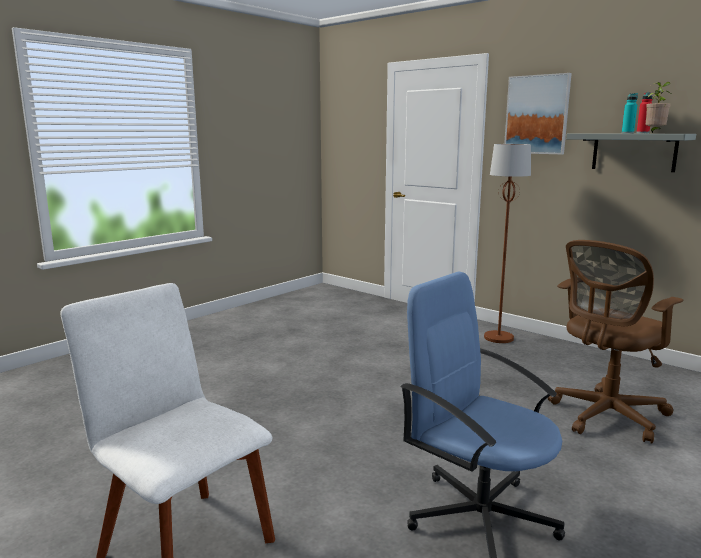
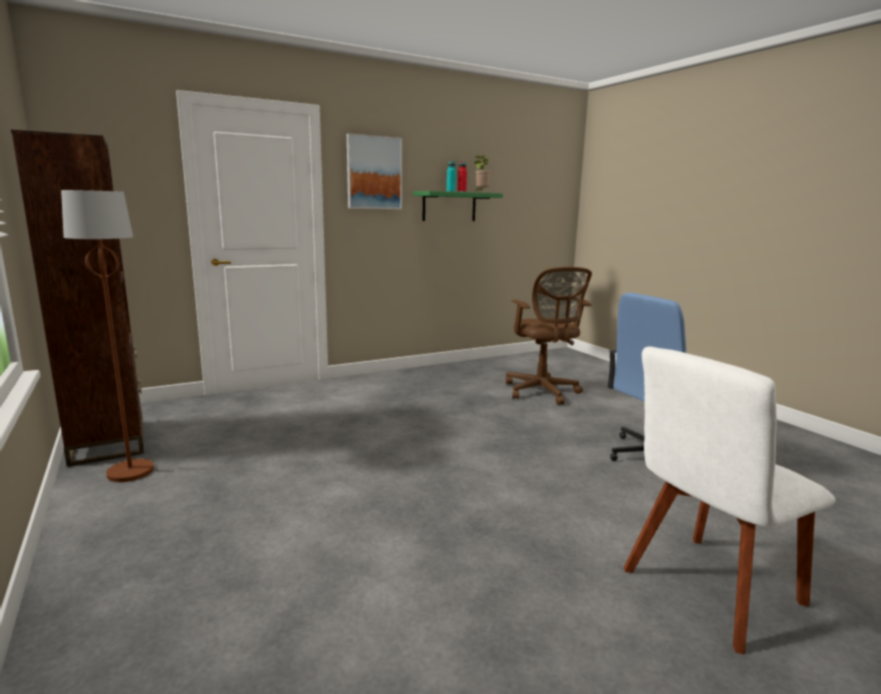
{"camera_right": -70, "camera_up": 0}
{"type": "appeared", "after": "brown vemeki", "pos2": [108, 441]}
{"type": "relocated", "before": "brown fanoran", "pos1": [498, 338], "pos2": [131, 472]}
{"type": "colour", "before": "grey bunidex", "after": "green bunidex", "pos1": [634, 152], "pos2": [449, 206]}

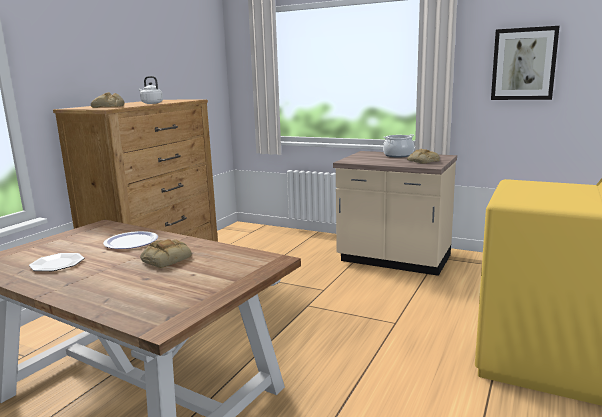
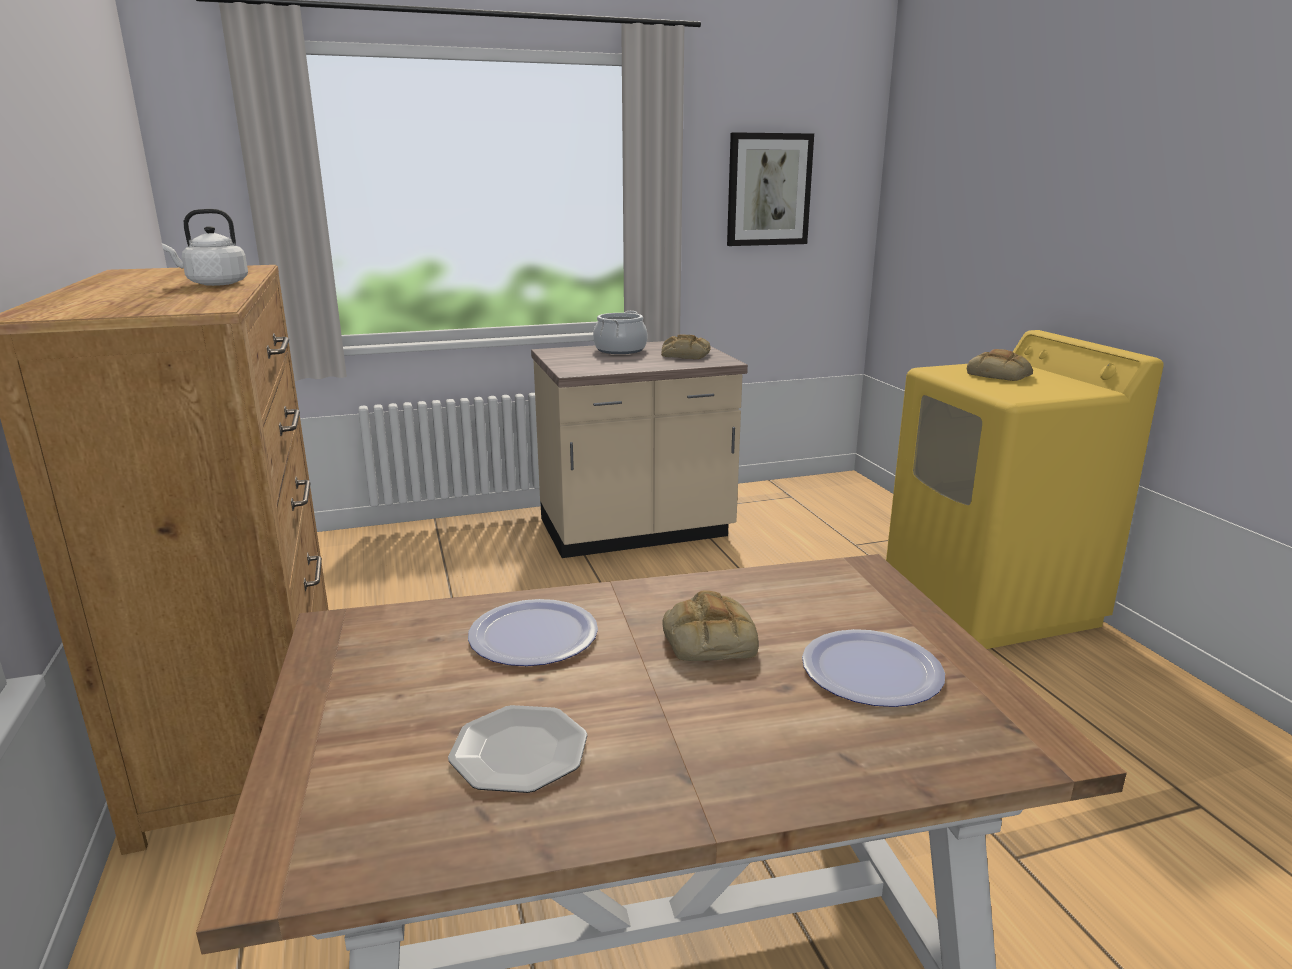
{"camera_right": -45, "camera_up": 5}
{"type": "appeared", "after": "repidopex", "pos2": [871, 670]}
{"type": "relocated", "before": "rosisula", "pos1": [108, 107], "pos2": [1000, 375]}

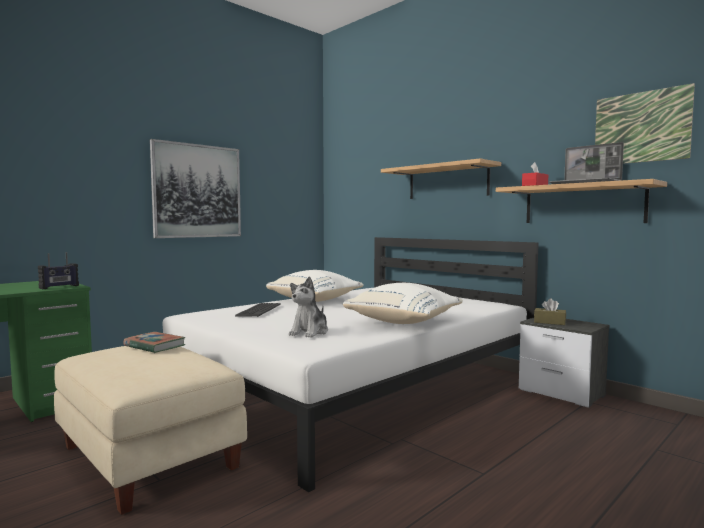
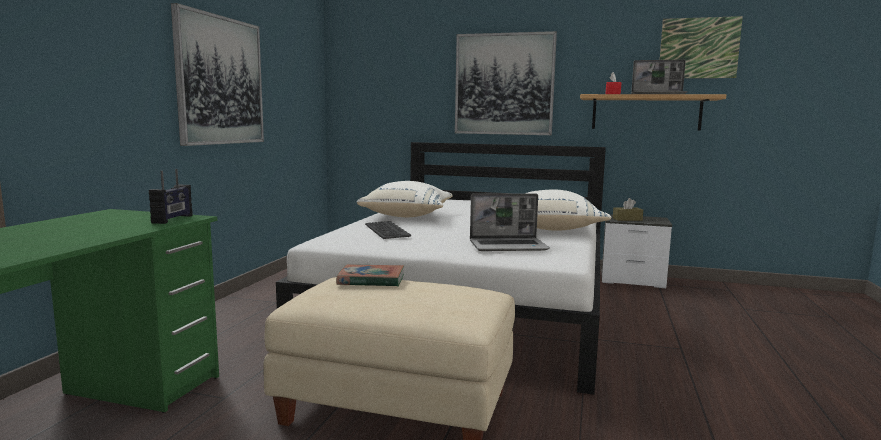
{"camera_right": -30, "camera_up": 5}
{"type": "exchanged", "before": "bunidex", "after": "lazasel", "pos1": [447, 182], "pos2": [504, 84]}
{"type": "exchanged", "before": "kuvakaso", "after": "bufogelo", "pos1": [310, 332], "pos2": [509, 246]}

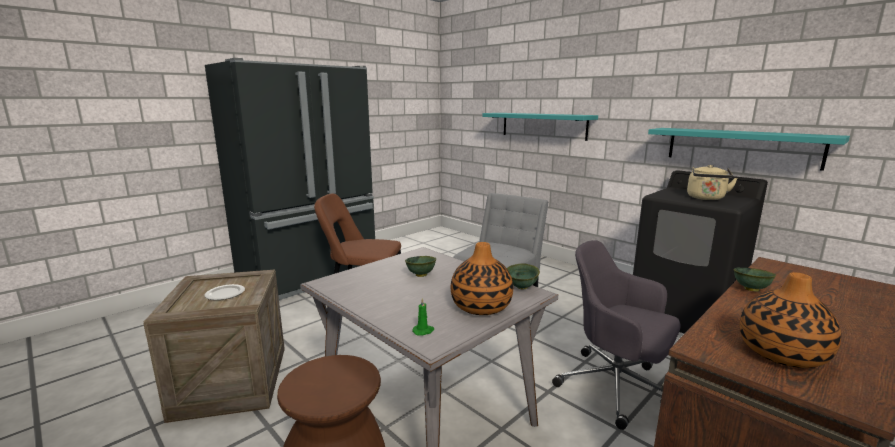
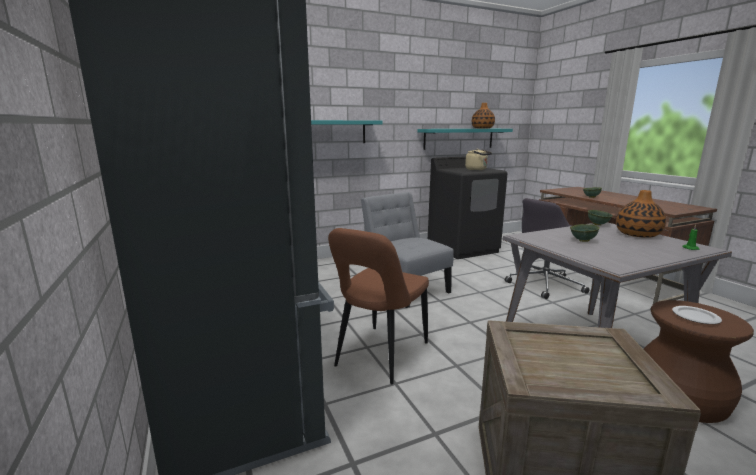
{"camera_right": -70, "camera_up": 0}
{"type": "relocated", "before": "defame", "pos1": [781, 353], "pos2": [482, 128]}
{"type": "relocated", "before": "repidopex", "pos1": [225, 293], "pos2": [694, 316]}

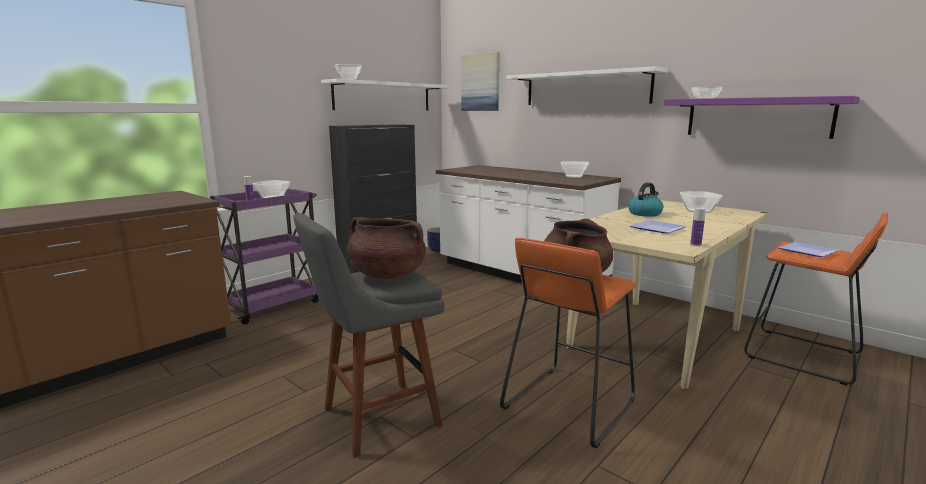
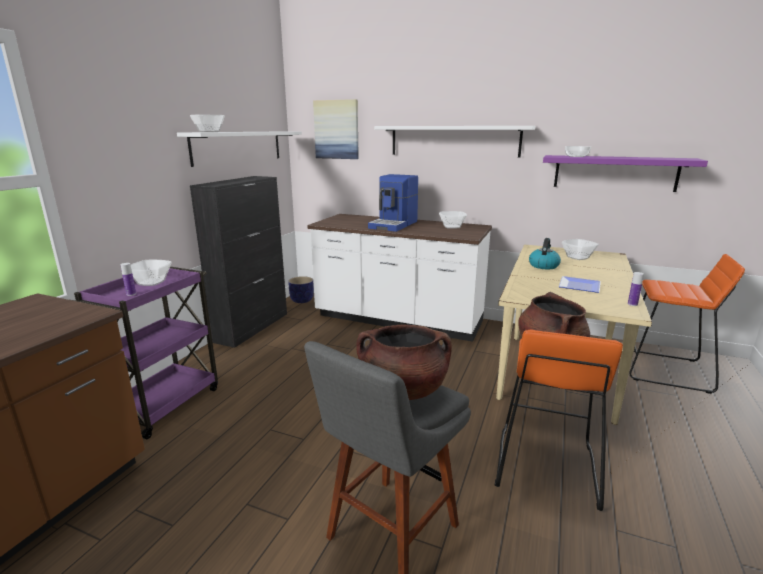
{"camera_right": -20, "camera_up": 5}
{"type": "appeared", "after": "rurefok", "pos2": [394, 225]}
{"type": "missing", "before": "repidopex", "pos1": [808, 252]}

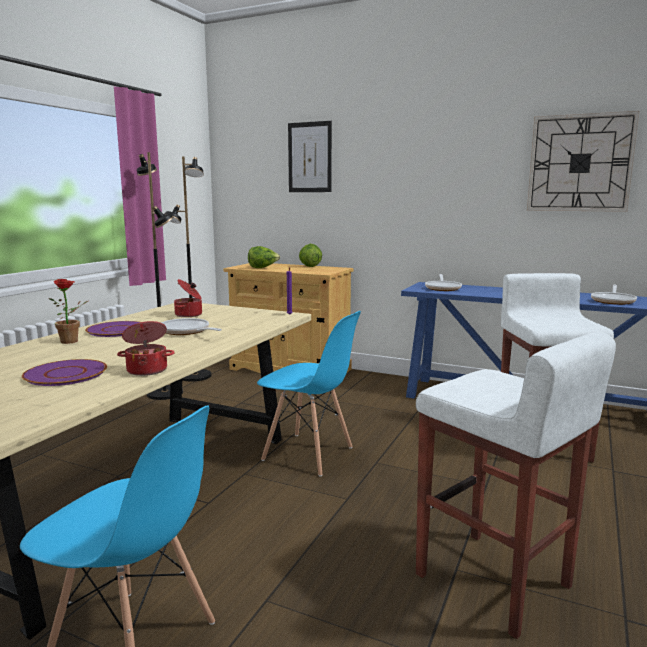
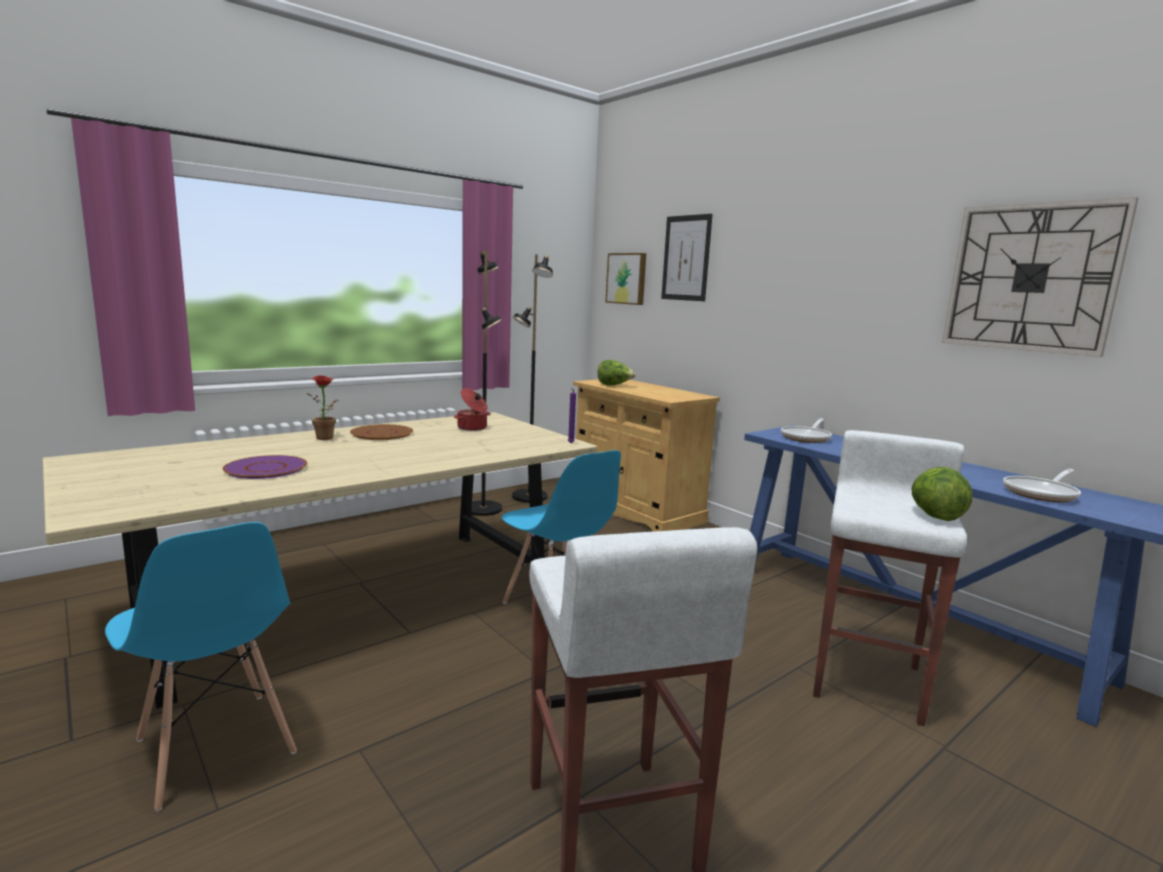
{"camera_right": 25, "camera_up": 0}
{"type": "colour", "before": "purple repidopex", "after": "brown repidopex", "pos1": [117, 330], "pos2": [382, 433]}
{"type": "appeared", "after": "lazasel", "pos2": [627, 278]}
{"type": "relocated", "before": "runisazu", "pos1": [309, 266], "pos2": [935, 516]}
{"type": "missing", "before": "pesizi", "pos1": [147, 370]}
{"type": "missing", "before": "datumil", "pos1": [186, 331]}

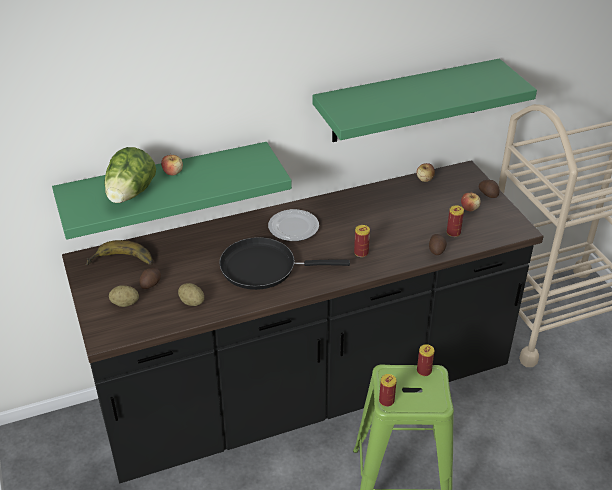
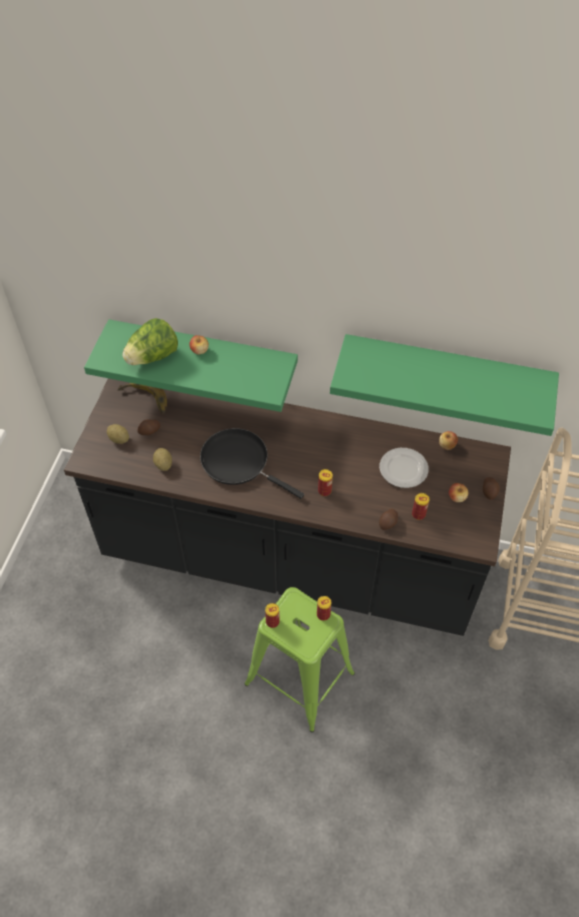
{"camera_right": 35, "camera_up": 15}
{"type": "relocated", "before": "repidopex", "pos1": [293, 228], "pos2": [403, 469]}

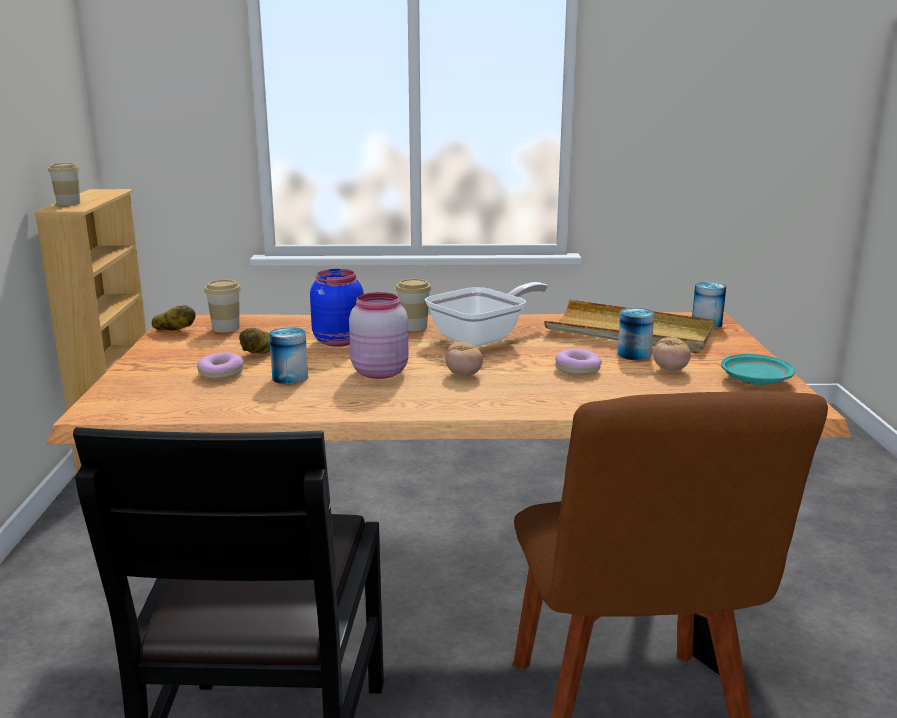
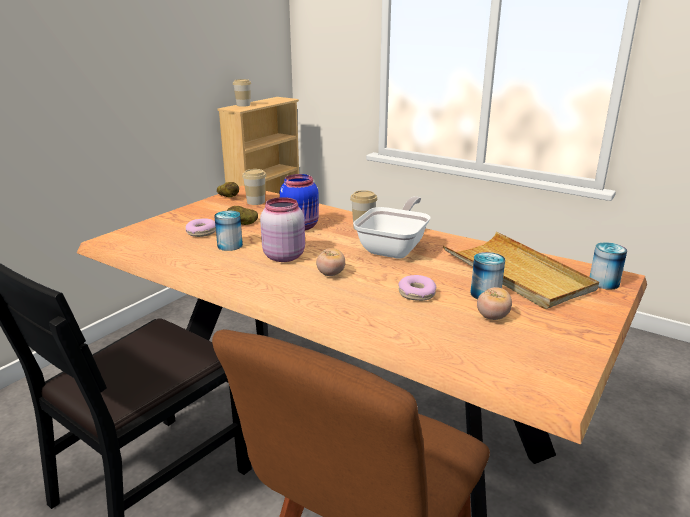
{"camera_right": 35, "camera_up": 5}
{"type": "spun", "before": "datumil", "pos1": [483, 338], "pos2": [395, 248], "turn": -60}
{"type": "missing", "before": "turquoise repidopex", "pos1": [755, 380]}

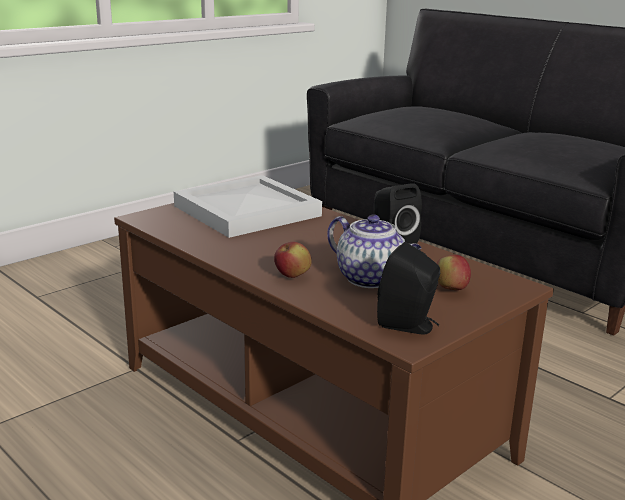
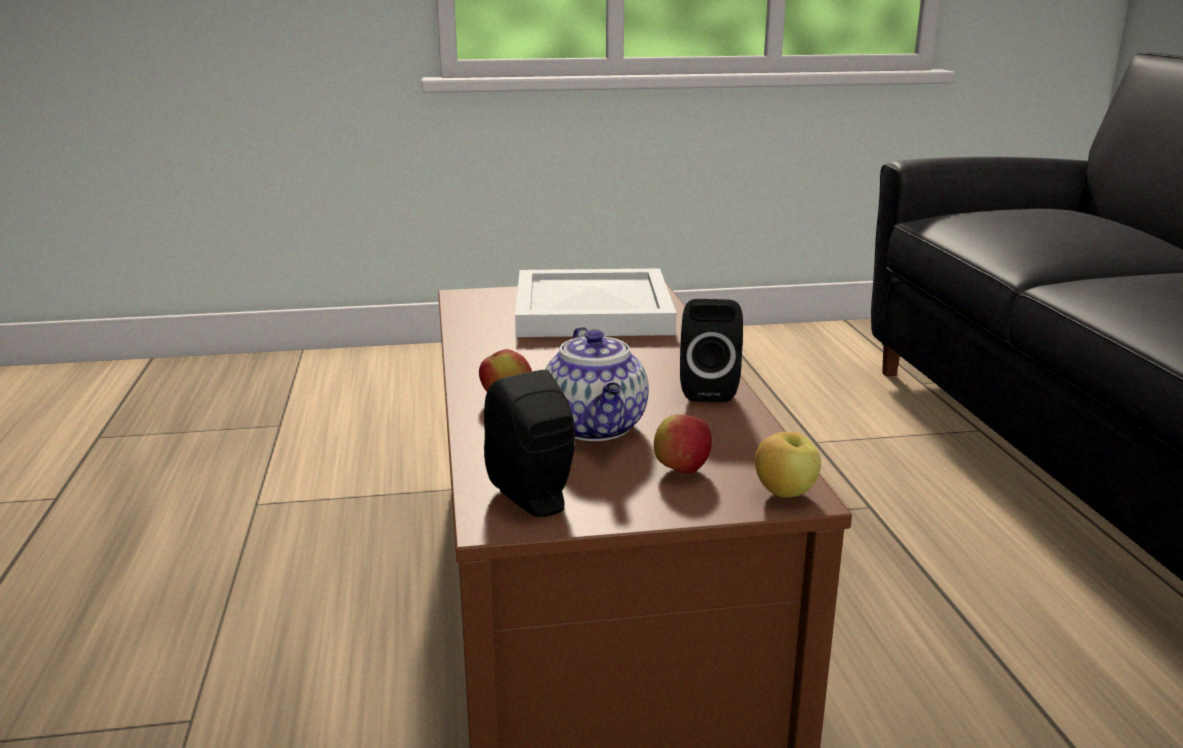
{"camera_right": 35, "camera_up": 0}
{"type": "appeared", "after": "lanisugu", "pos2": [785, 493]}

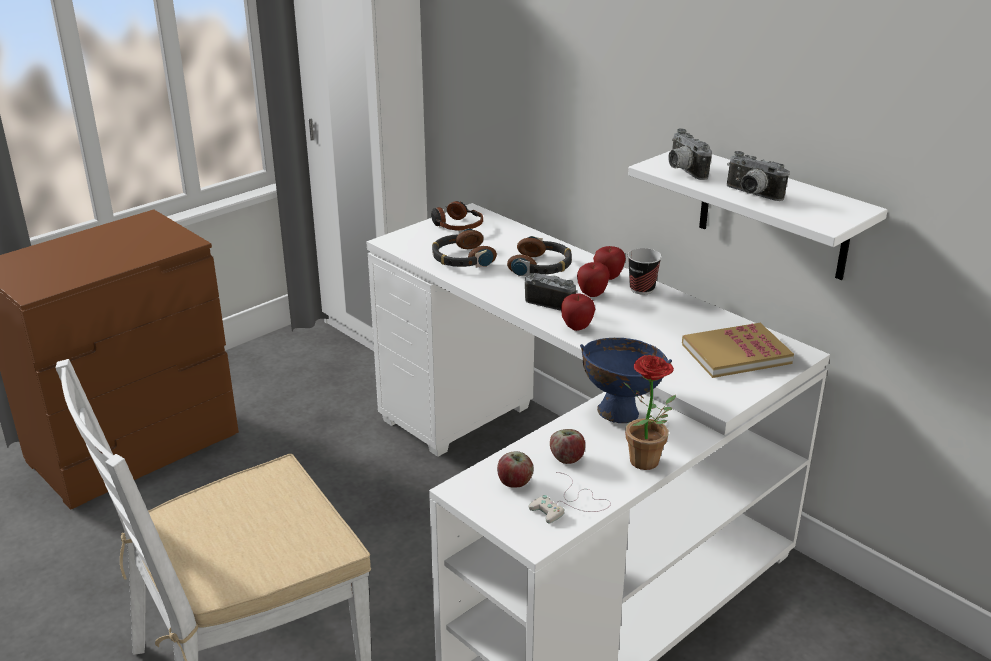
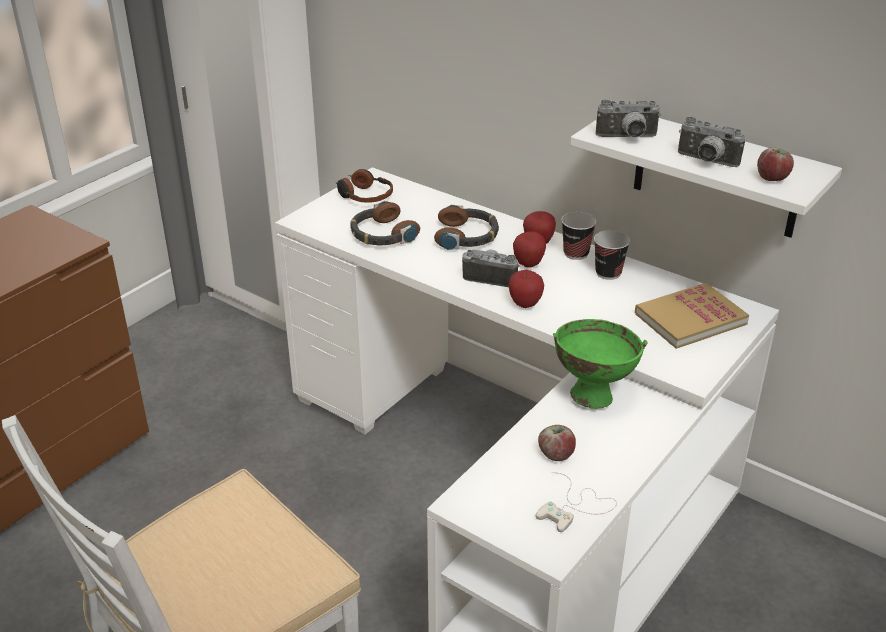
{"camera_right": -10, "camera_up": 5}
{"type": "colour", "before": "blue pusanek", "after": "green pusanek", "pos1": [619, 412], "pos2": [591, 395]}
{"type": "appeared", "after": "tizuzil", "pos2": [608, 273]}
{"type": "spun", "before": "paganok", "pos1": [682, 171], "pos2": [627, 138], "turn": -60}
{"type": "relocated", "before": "lanisugu", "pos1": [515, 483], "pos2": [772, 178]}
{"type": "missing", "before": "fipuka", "pos1": [648, 465]}

